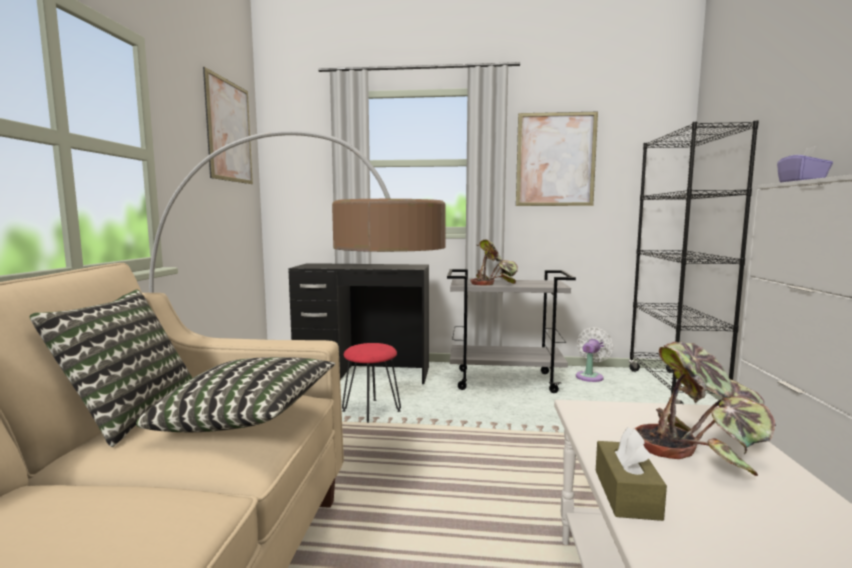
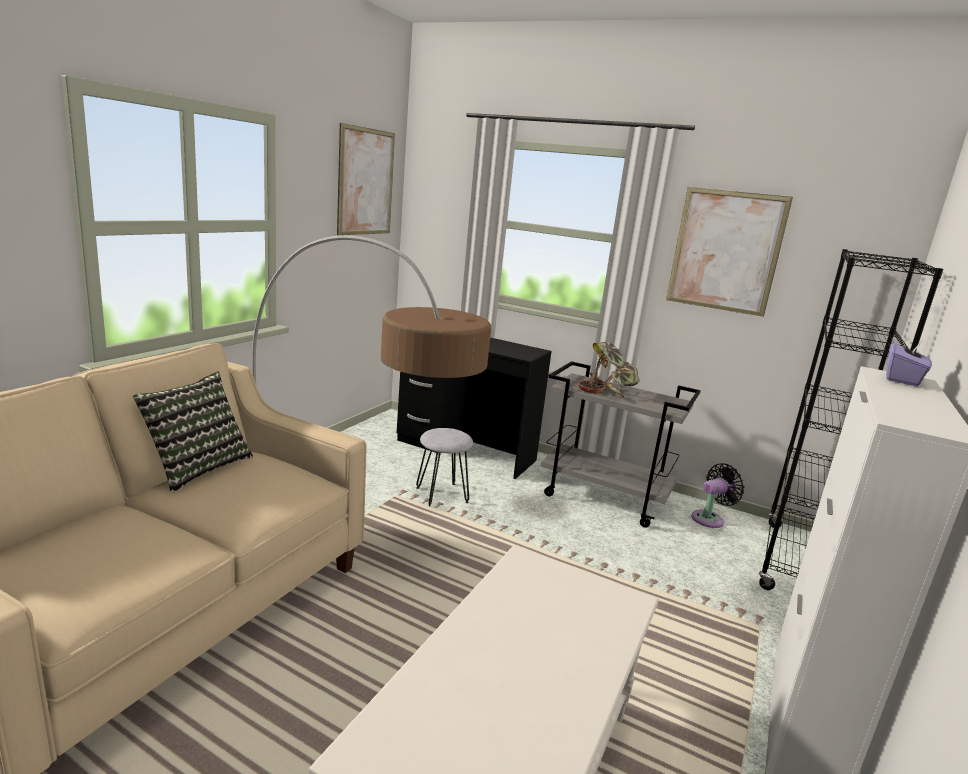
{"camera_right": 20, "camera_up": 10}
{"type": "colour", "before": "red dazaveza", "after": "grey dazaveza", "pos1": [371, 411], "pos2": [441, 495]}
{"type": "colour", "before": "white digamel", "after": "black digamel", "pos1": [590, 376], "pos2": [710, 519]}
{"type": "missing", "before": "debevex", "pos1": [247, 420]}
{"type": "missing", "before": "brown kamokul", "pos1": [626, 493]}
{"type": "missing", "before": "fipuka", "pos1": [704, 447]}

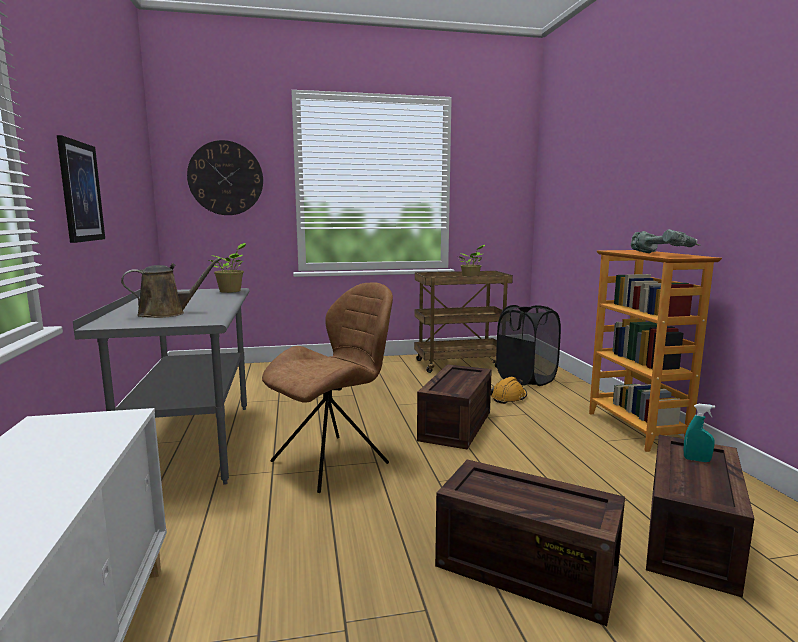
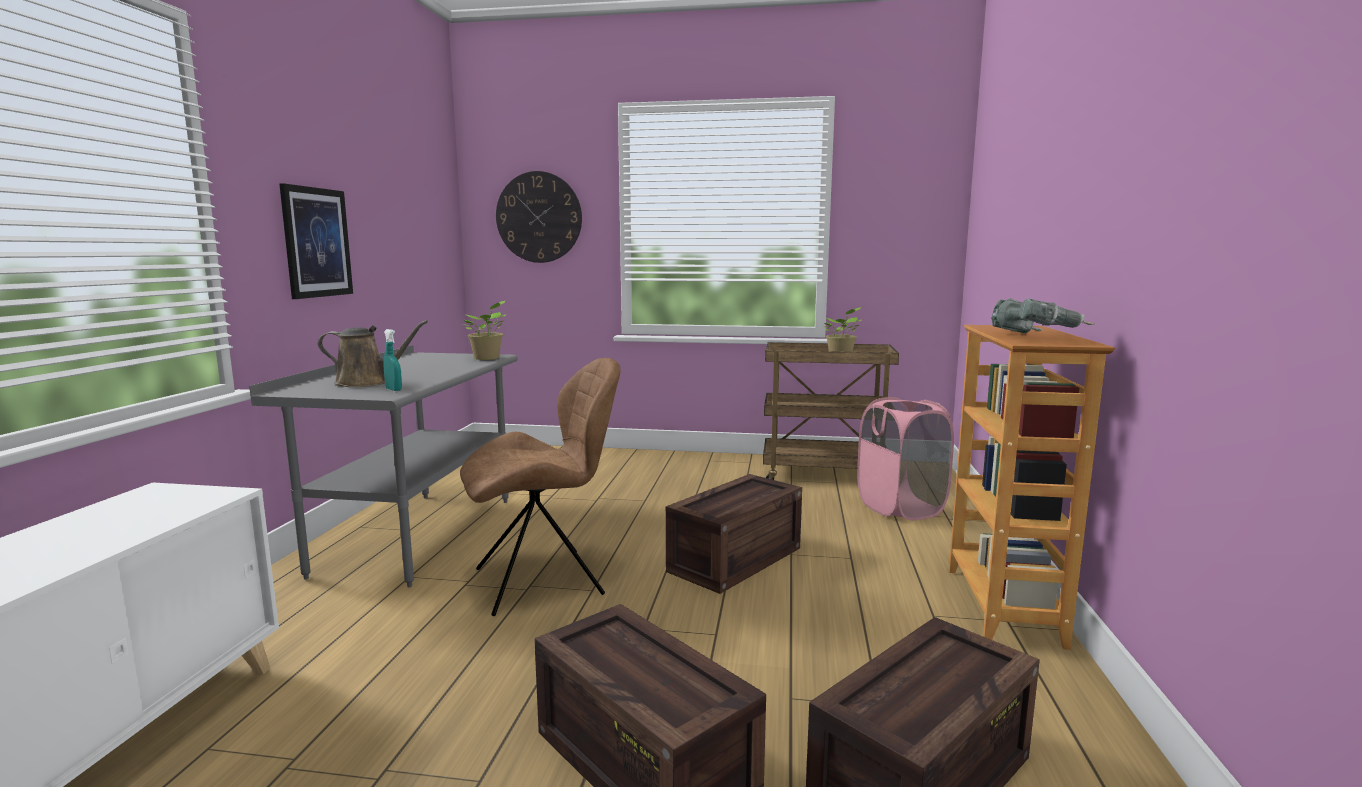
{"camera_right": 20, "camera_up": 0}
{"type": "relocated", "before": "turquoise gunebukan", "pos1": [696, 460], "pos2": [393, 389]}
{"type": "colour", "before": "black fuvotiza", "after": "pink fuvotiza", "pos1": [526, 379], "pos2": [900, 508]}
{"type": "missing", "before": "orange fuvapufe", "pos1": [509, 397]}

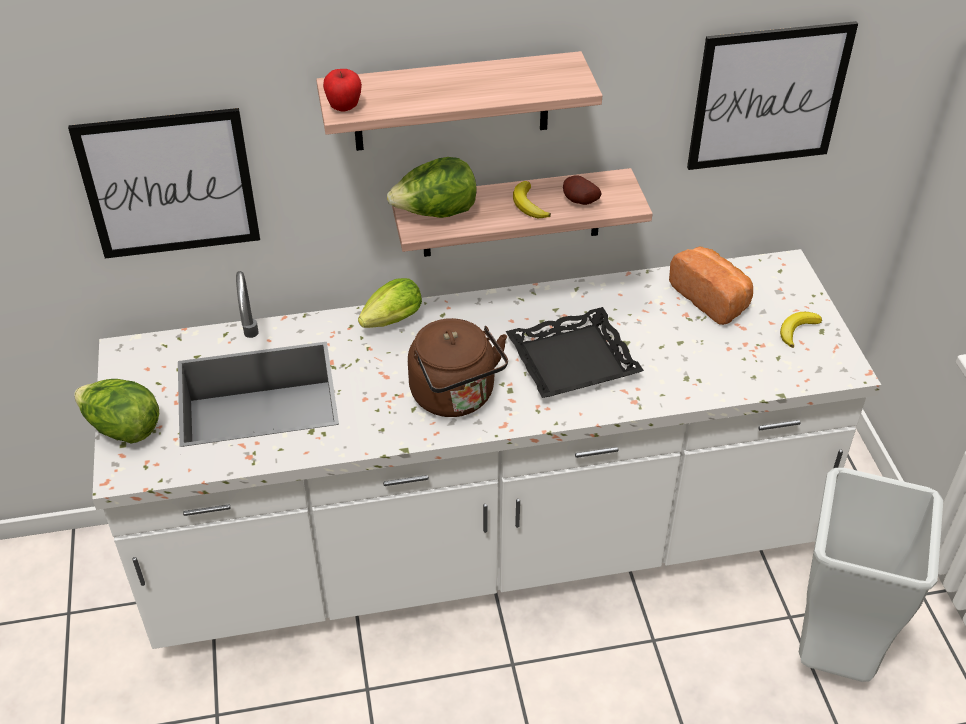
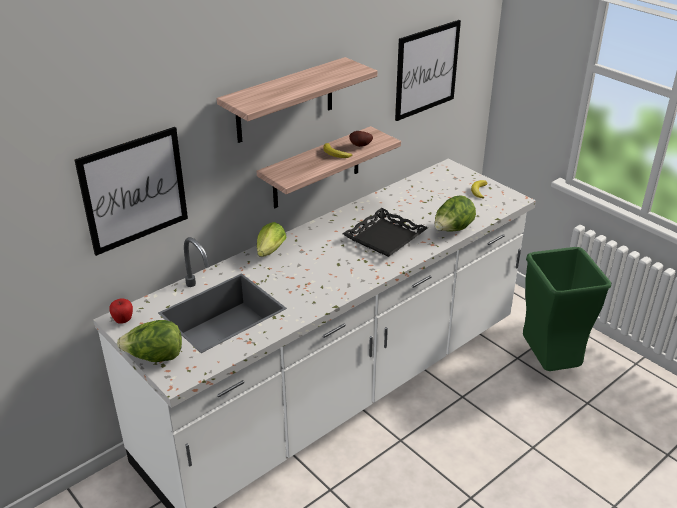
{"camera_right": -30, "camera_up": -10}
{"type": "relocated", "before": "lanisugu", "pos1": [344, 108], "pos2": [123, 320]}
{"type": "relocated", "before": "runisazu", "pos1": [435, 214], "pos2": [452, 230]}
{"type": "colour", "before": "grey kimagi", "after": "green kimagi", "pos1": [833, 649], "pos2": [548, 363]}
{"type": "missing", "before": "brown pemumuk", "pos1": [456, 397]}
{"type": "missing", "before": "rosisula", "pos1": [712, 298]}

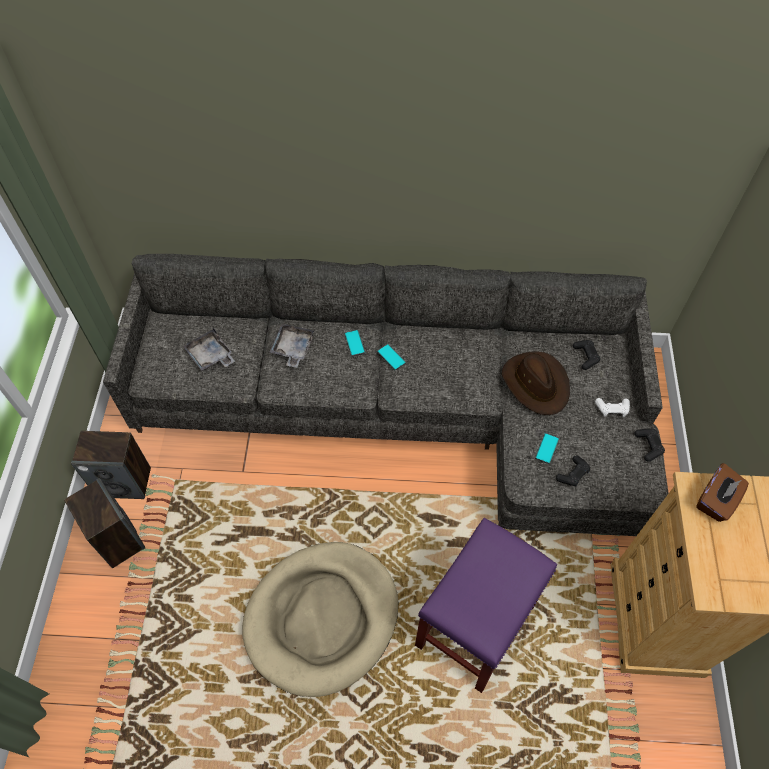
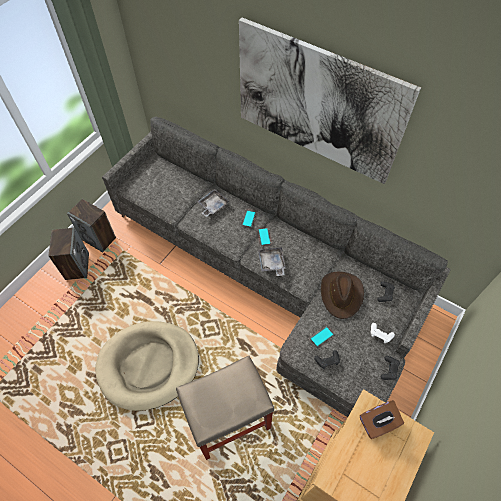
{"camera_right": 30, "camera_up": 0}
{"type": "colour", "before": "purple dazaveza", "after": "beige dazaveza", "pos1": [475, 627], "pos2": [227, 420]}
{"type": "appeared", "after": "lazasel", "pos2": [317, 103]}
{"type": "relocated", "before": "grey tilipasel", "pos1": [210, 356], "pos2": [271, 263]}

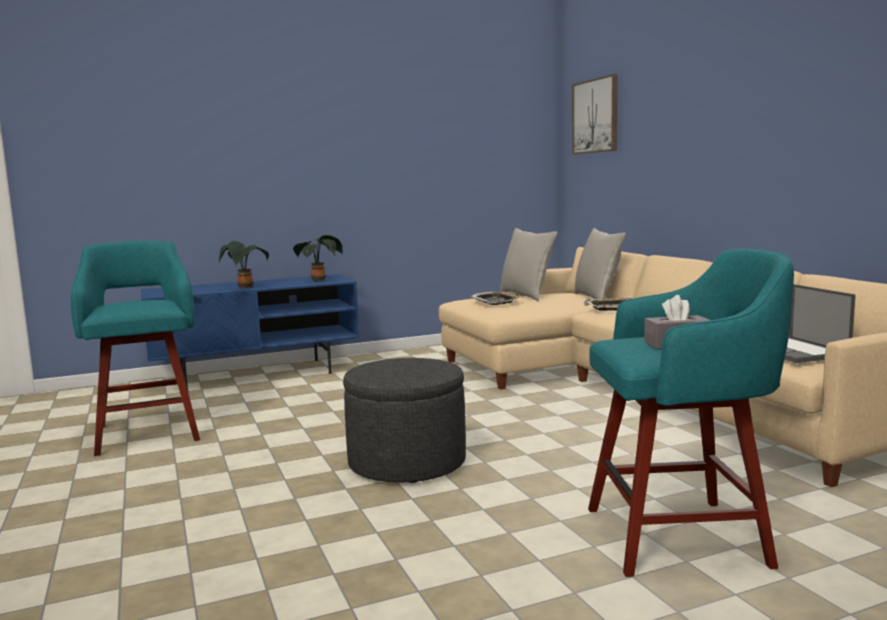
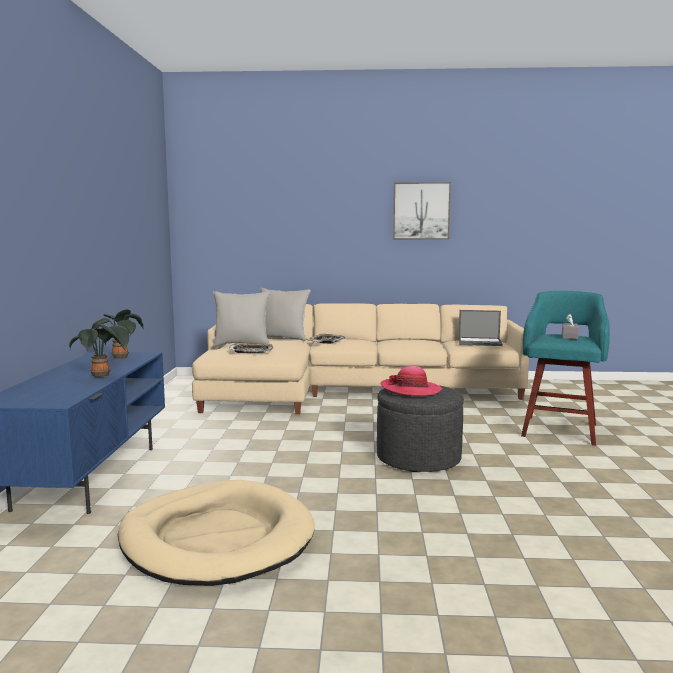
{"camera_right": -65, "camera_up": 0}
{"type": "exchanged", "before": "turquoise dazaveza", "after": "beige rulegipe", "pos1": [148, 431], "pos2": [216, 539]}
{"type": "appeared", "after": "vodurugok", "pos2": [411, 390]}
{"type": "relocated", "before": "lazasel", "pos1": [595, 116], "pos2": [421, 211]}

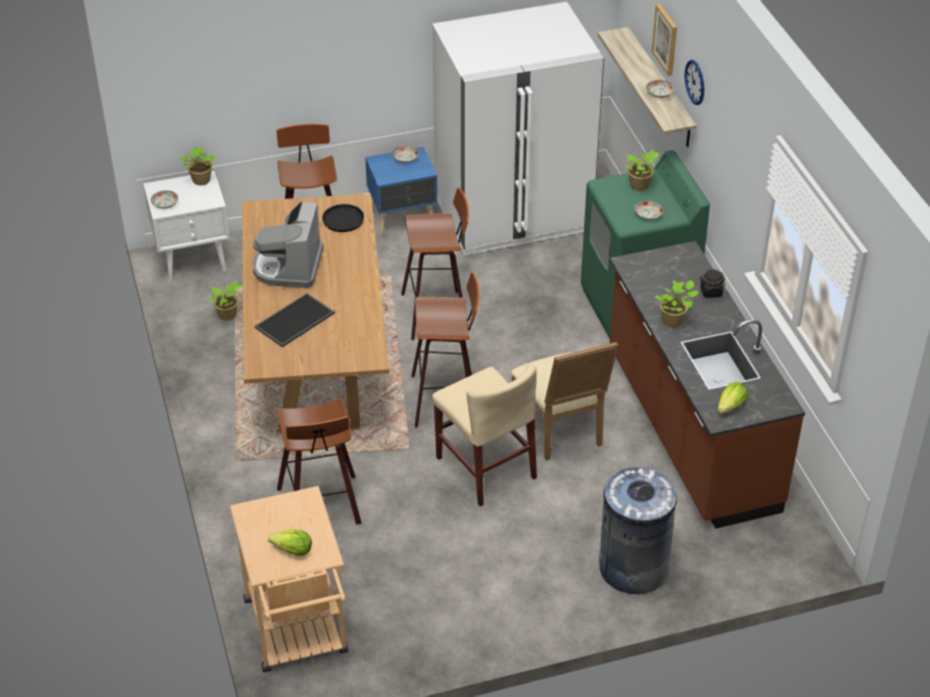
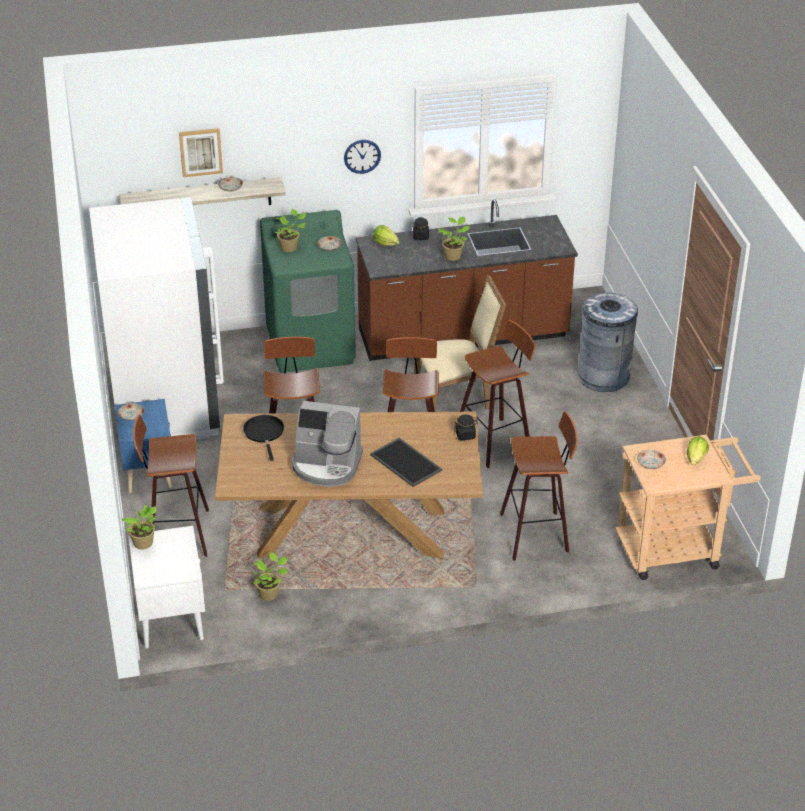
{"camera_right": -85, "camera_up": -5}
{"type": "relocated", "before": "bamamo", "pos1": [695, 82], "pos2": [362, 156]}
{"type": "relocated", "before": "runisazu", "pos1": [731, 406], "pos2": [385, 243]}
{"type": "appeared", "after": "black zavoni", "pos2": [465, 435]}
{"type": "exchanged", "before": "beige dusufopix", "after": "dazaveza", "pos1": [485, 467], "pos2": [495, 440]}
{"type": "relocated", "before": "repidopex", "pos1": [165, 204], "pos2": [650, 464]}

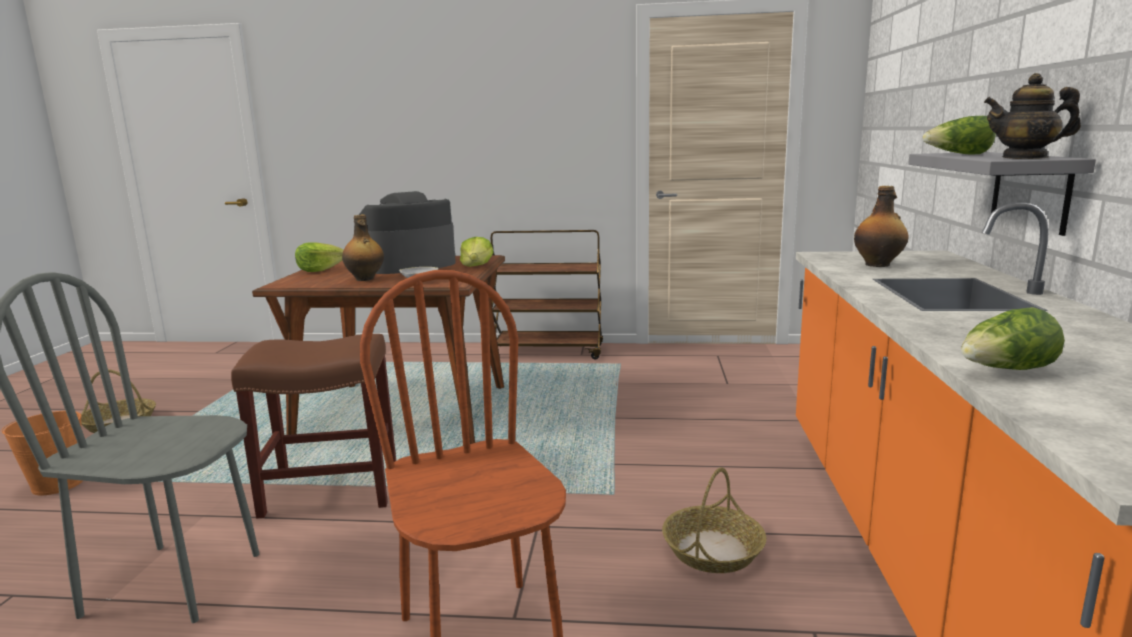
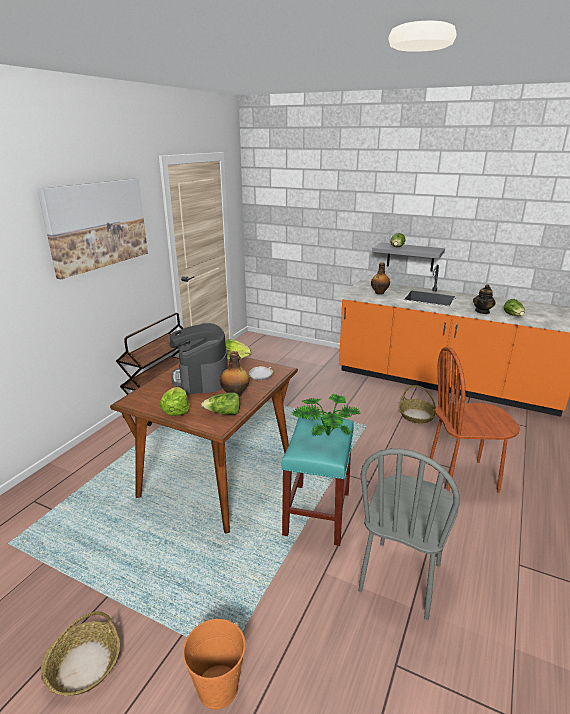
{"camera_right": -70, "camera_up": 10}
{"type": "appeared", "after": "lazasel", "pos2": [97, 225]}
{"type": "appeared", "after": "runisazu", "pos2": [223, 413]}
{"type": "colour", "before": "brown dazaveza", "after": "turquoise dazaveza", "pos1": [329, 490], "pos2": [317, 514]}
{"type": "appeared", "after": "fipuka", "pos2": [324, 436]}
{"type": "relocated", "before": "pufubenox", "pos1": [1025, 158], "pos2": [482, 311]}

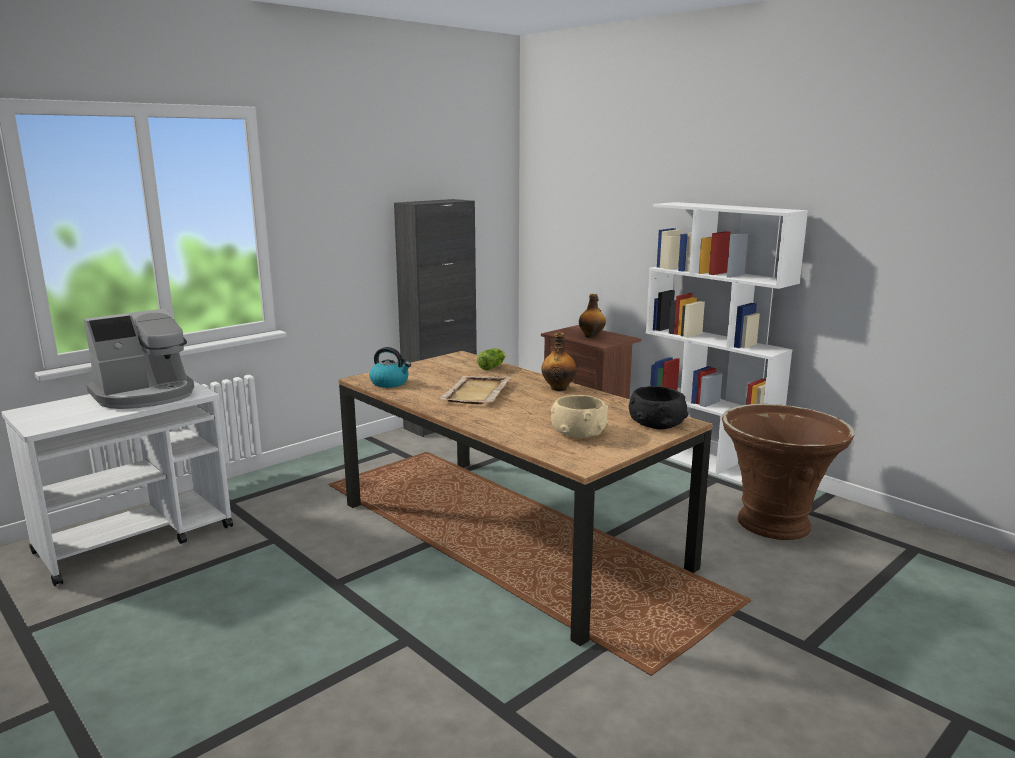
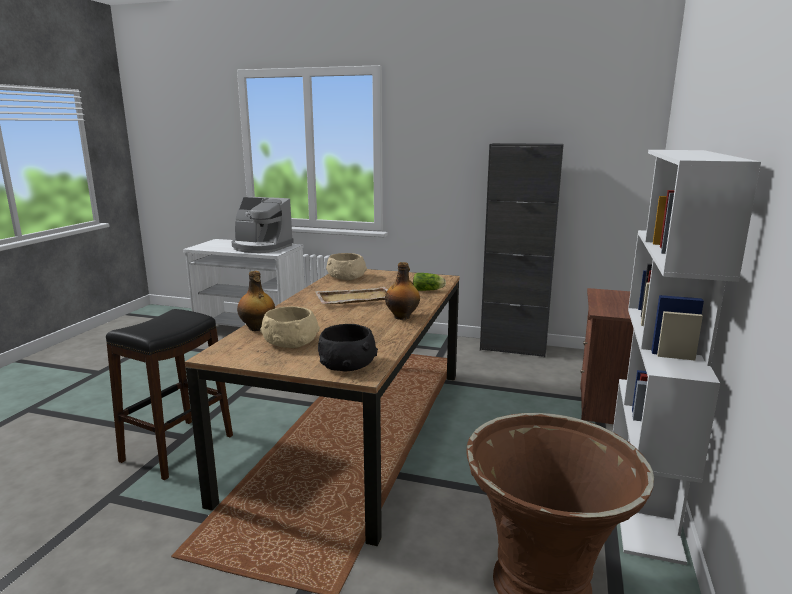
{"camera_right": 60, "camera_up": 0}
{"type": "appeared", "after": "black dazaveza", "pos2": [178, 448]}
{"type": "relocated", "before": "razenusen", "pos1": [591, 336], "pos2": [257, 328]}
{"type": "exchanged", "before": "pemumuk", "after": "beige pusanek", "pos1": [390, 383], "pos2": [346, 277]}

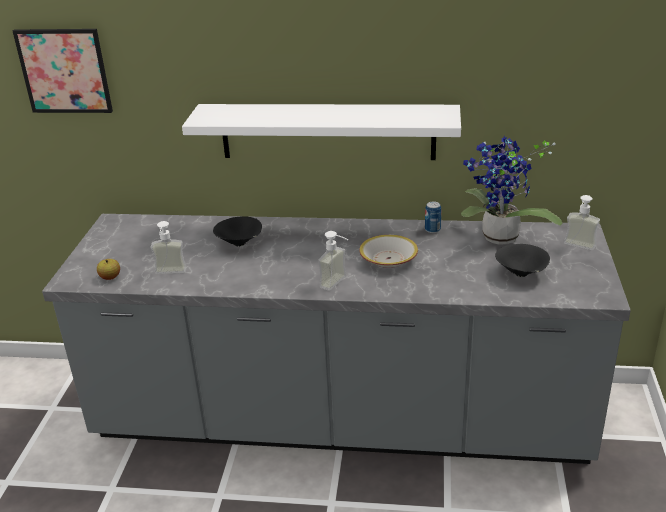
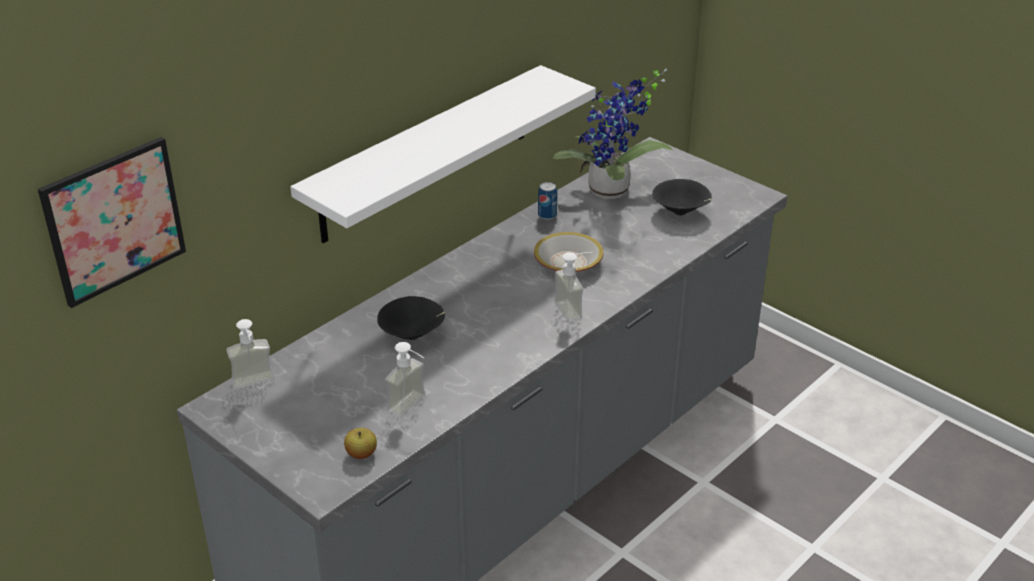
{"camera_right": -55, "camera_up": 5}
{"type": "relocated", "before": "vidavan", "pos1": [577, 247], "pos2": [255, 385]}

